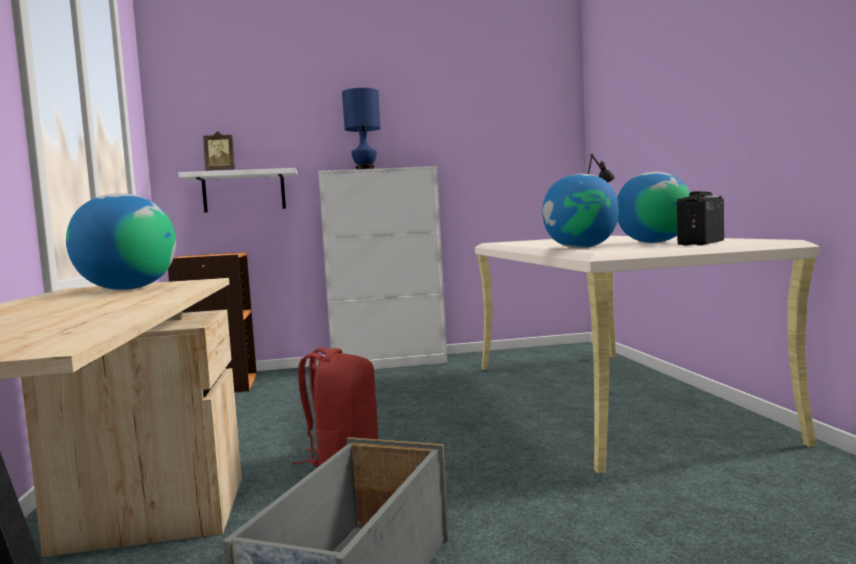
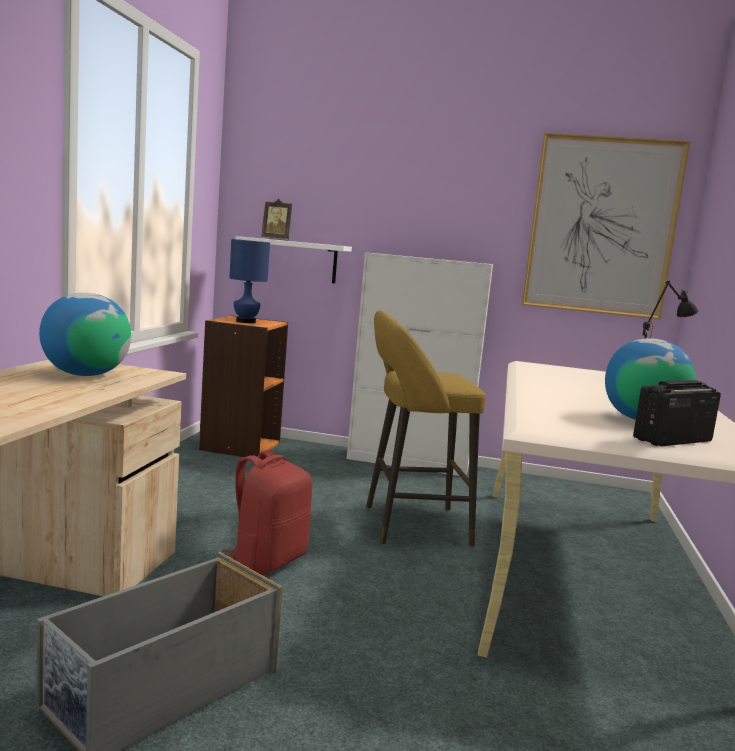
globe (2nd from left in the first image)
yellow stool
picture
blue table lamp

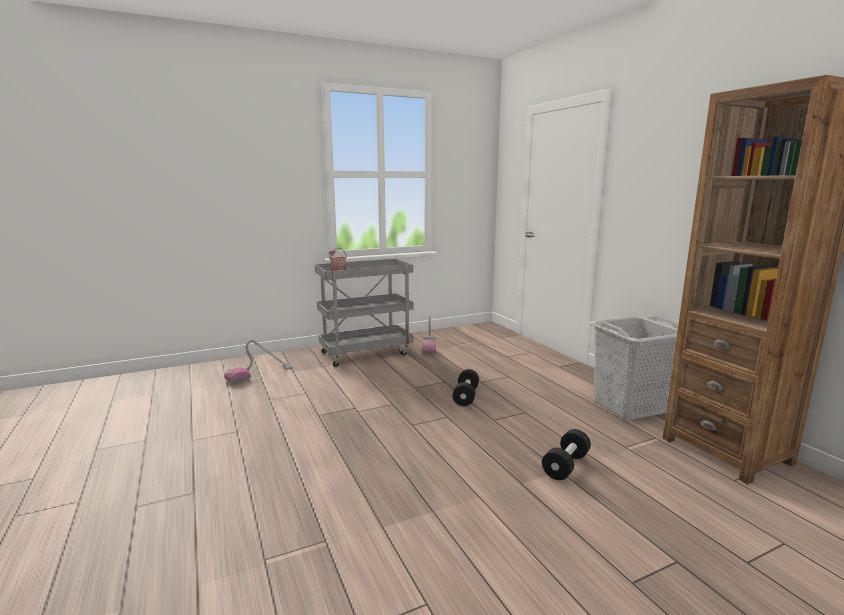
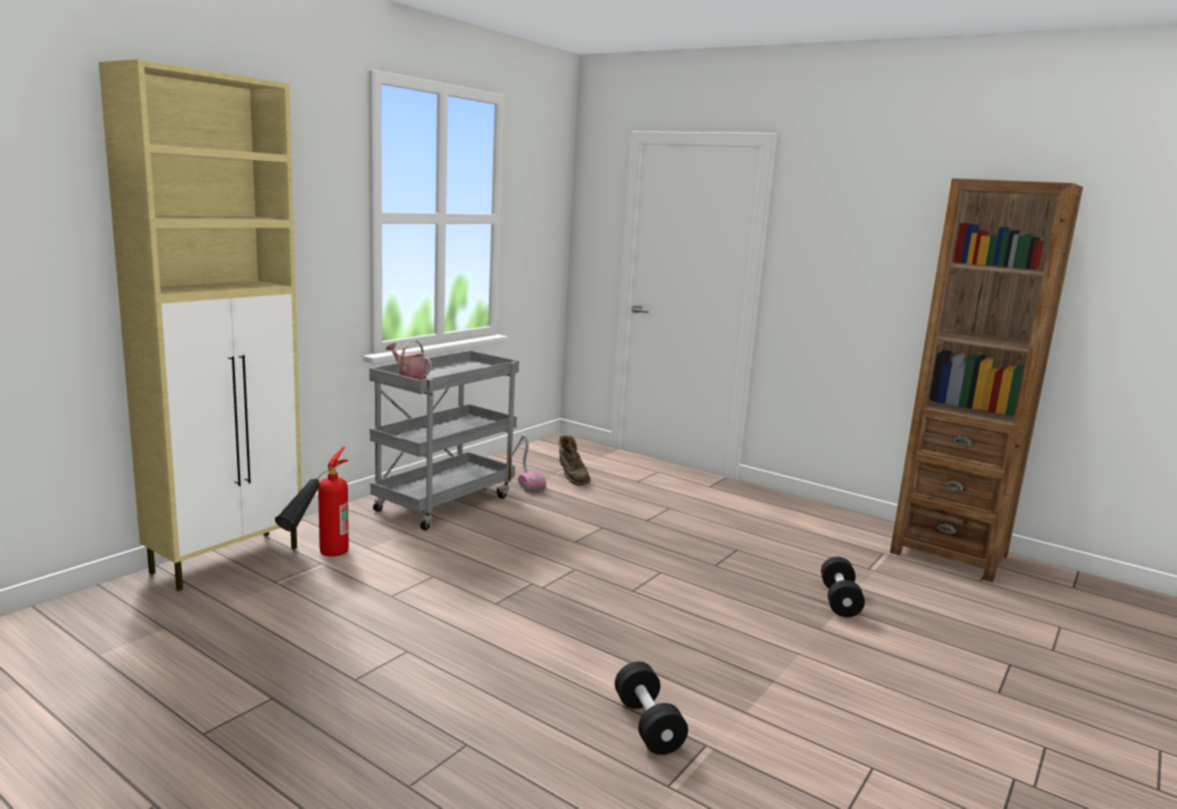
grey laundry basket
beige cabinet
brown boot
black dumbbell (1st from left)
fire extinguisher

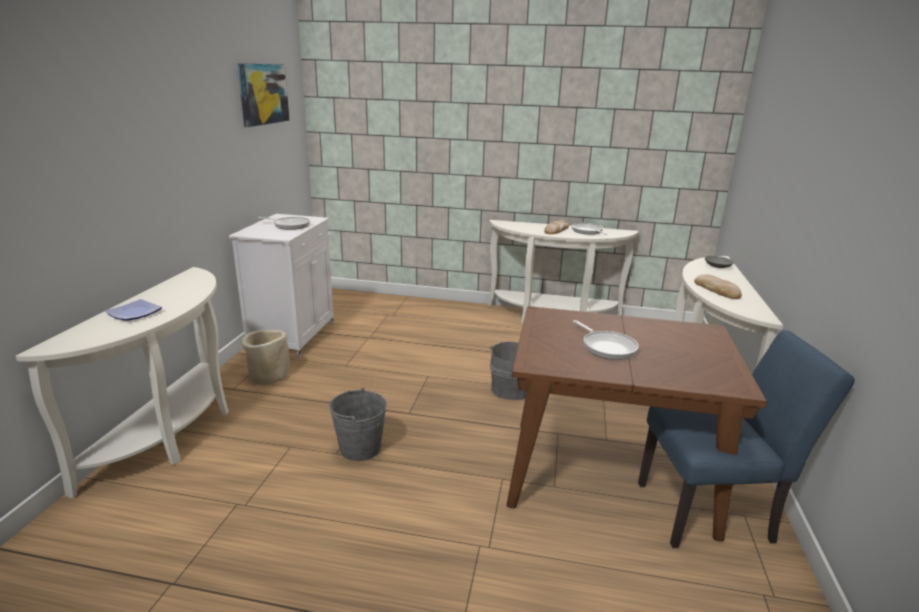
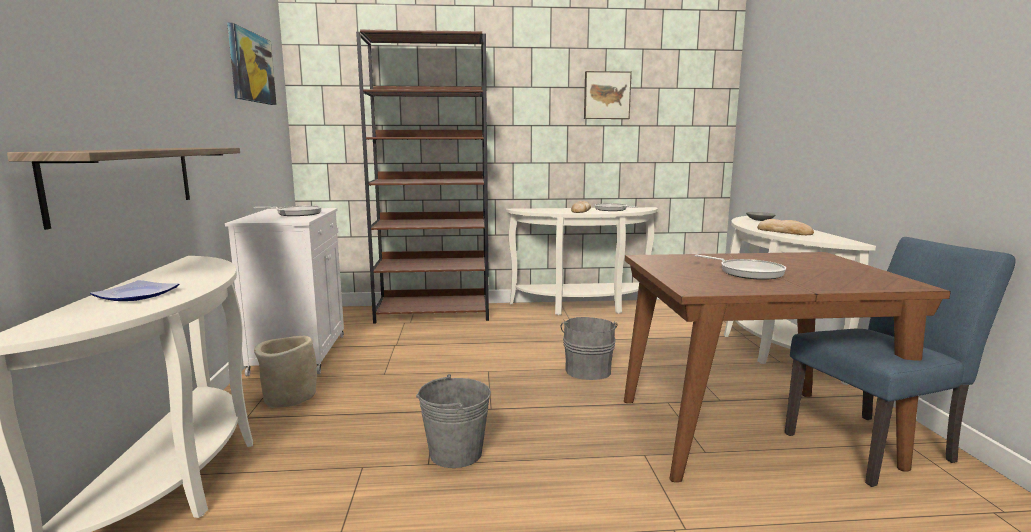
shelf
brown bookcase
picture (2nd from left)

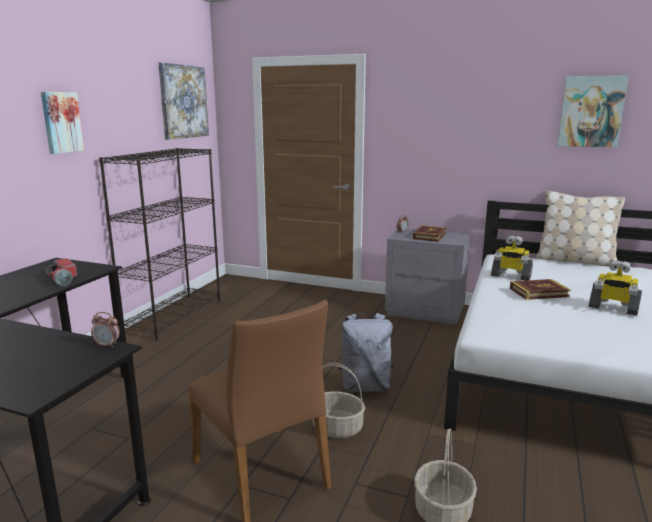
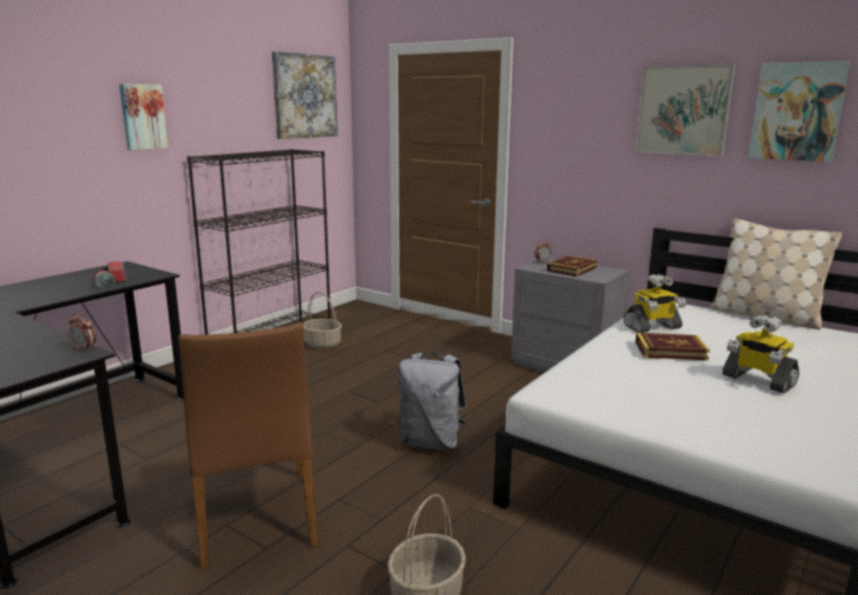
picture (3rd from left)
basket (1st from left)
toy robot (1st from left)

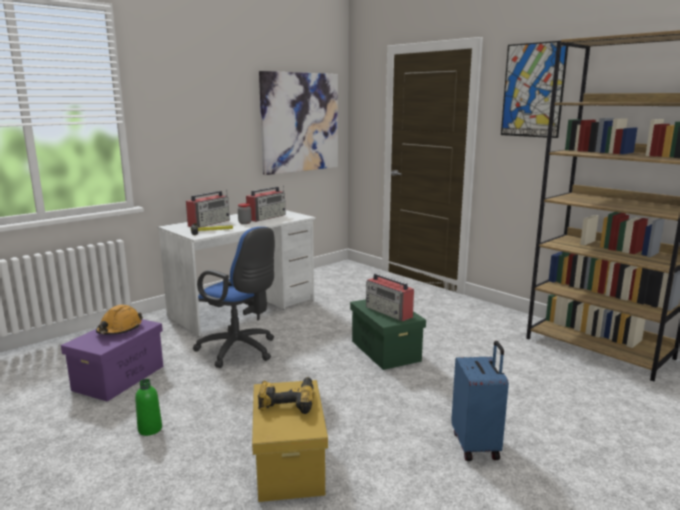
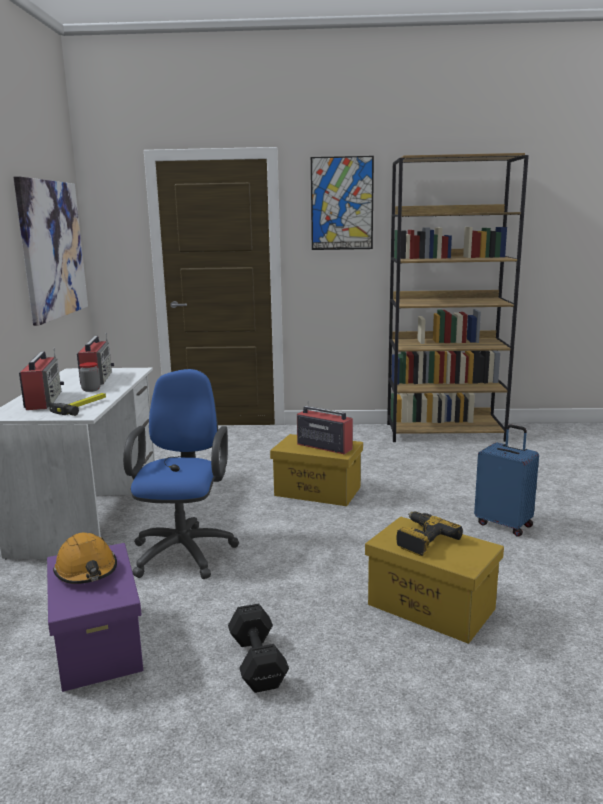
black dumbbell
yellow storage box (1st from left)
blue office chair
radio (3rd from left)

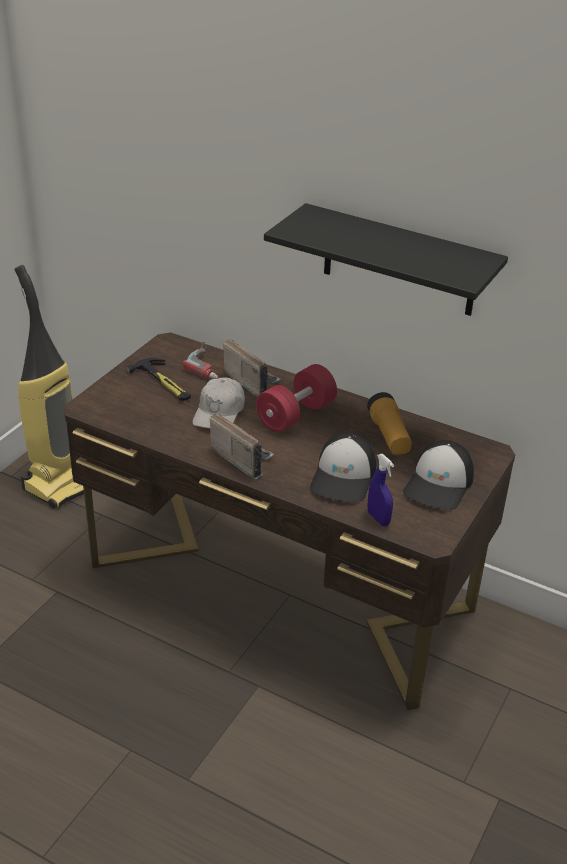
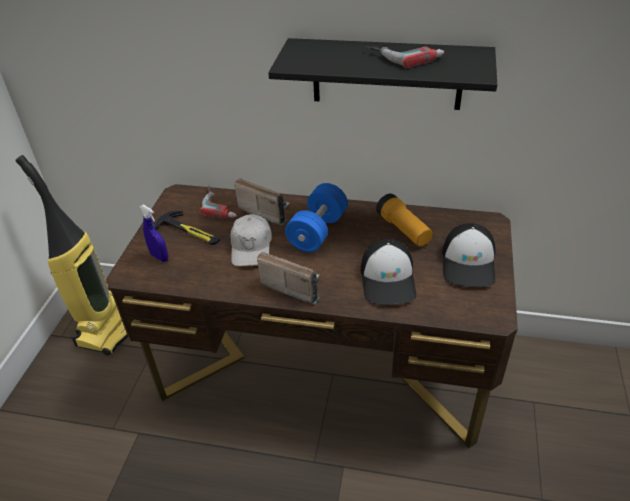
power drill (2nd from left)
blue spray bottle
blue dumbbell

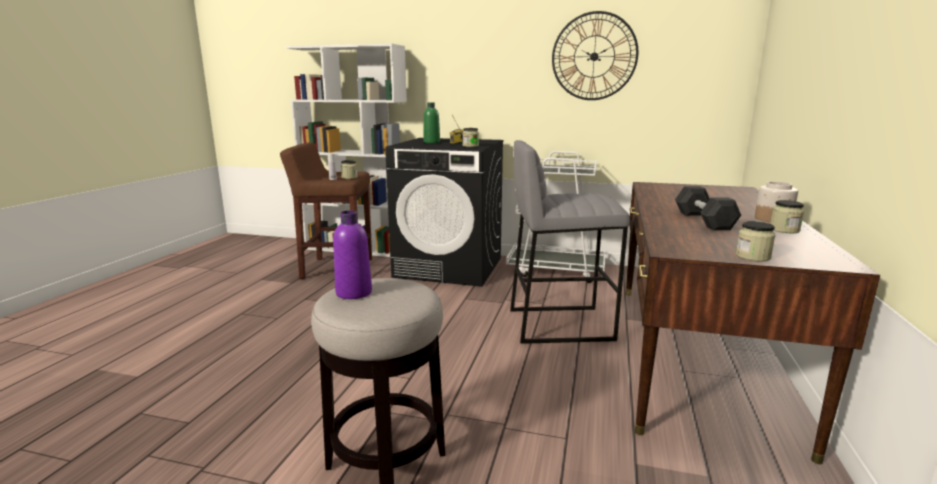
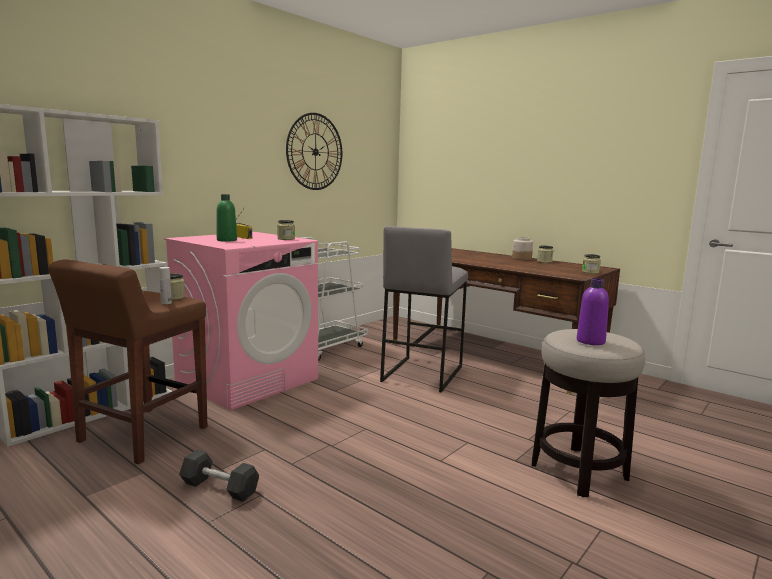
black dumbbell
pink washing machine

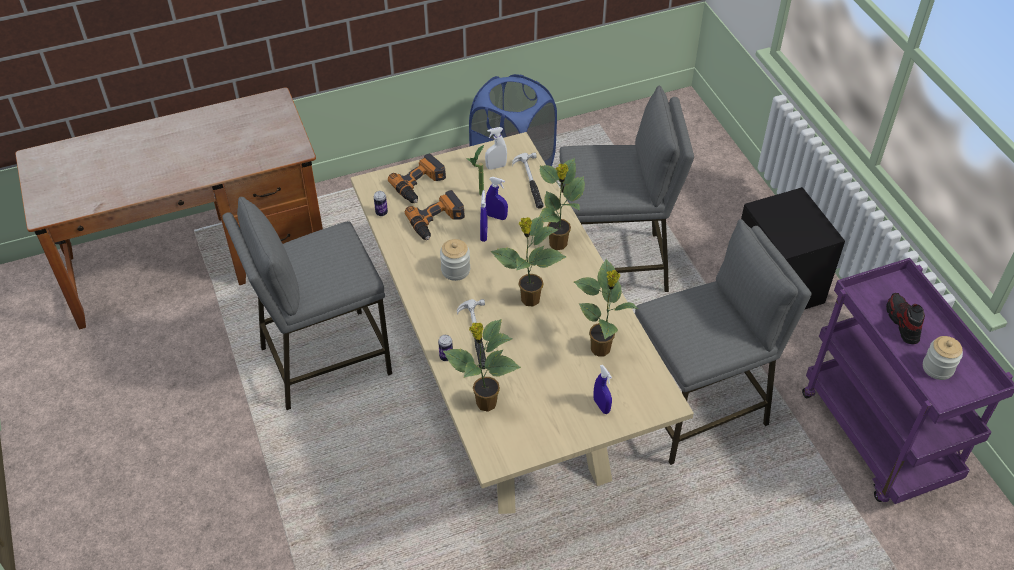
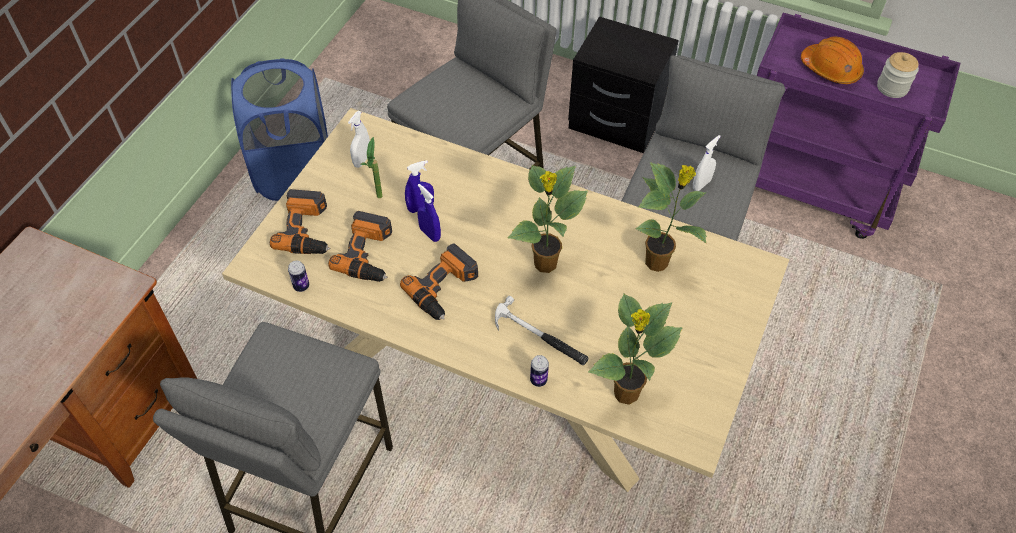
hammer (2nd from left in the first image)
potted plant (4th from left in the first image)
blue spray bottle (3rd from left in the first image)
white spray bottle (2nd from left)
power drill (3rd from left)
orange hard hat

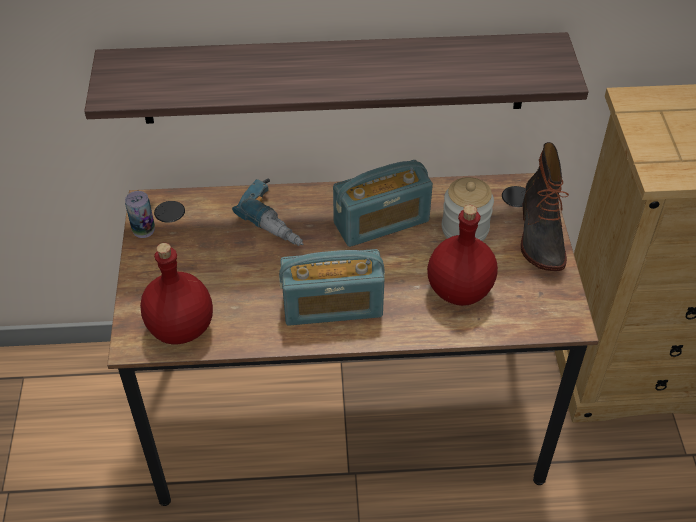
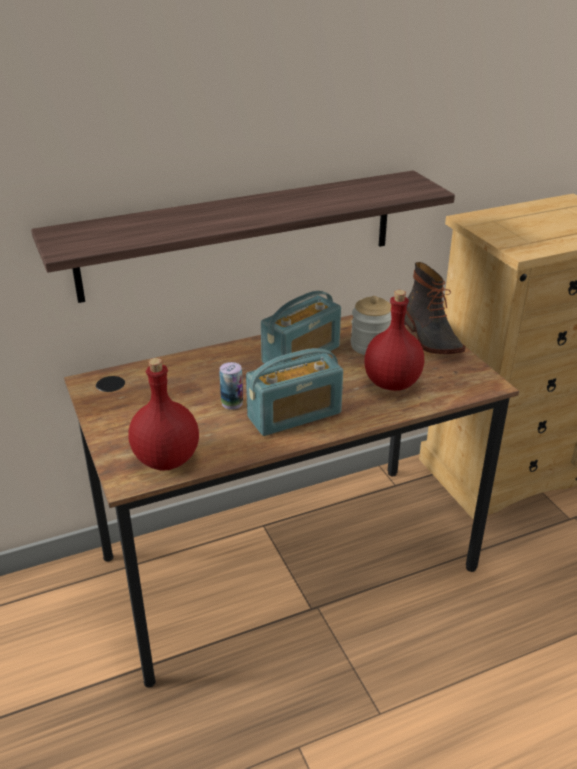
power drill
can

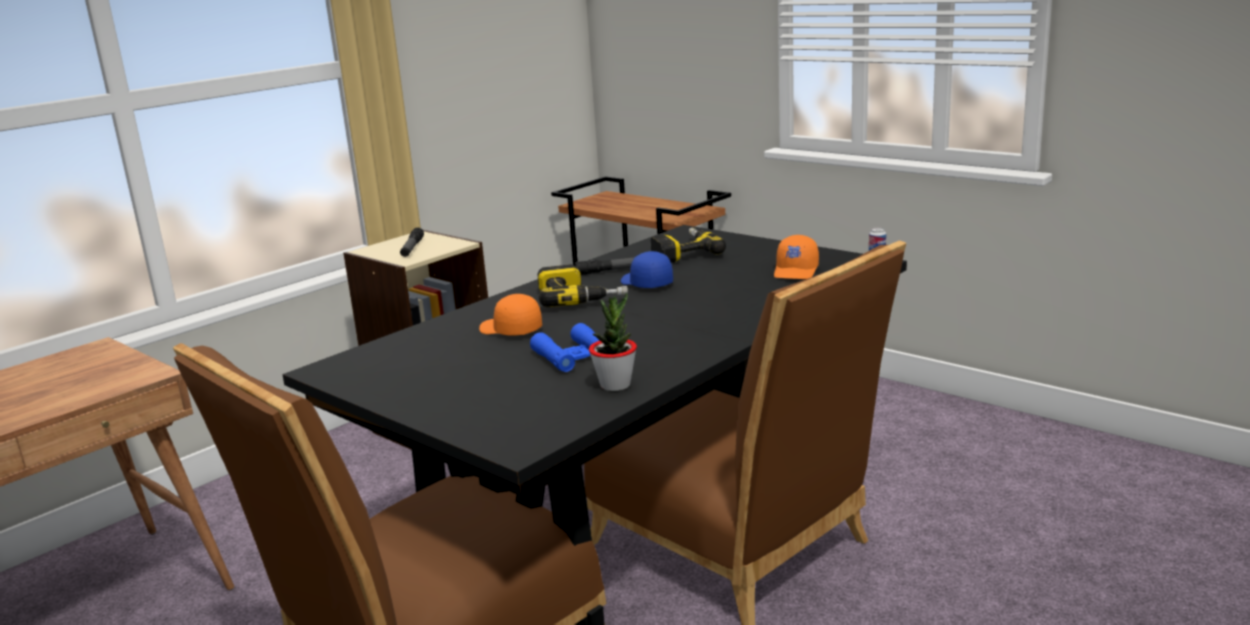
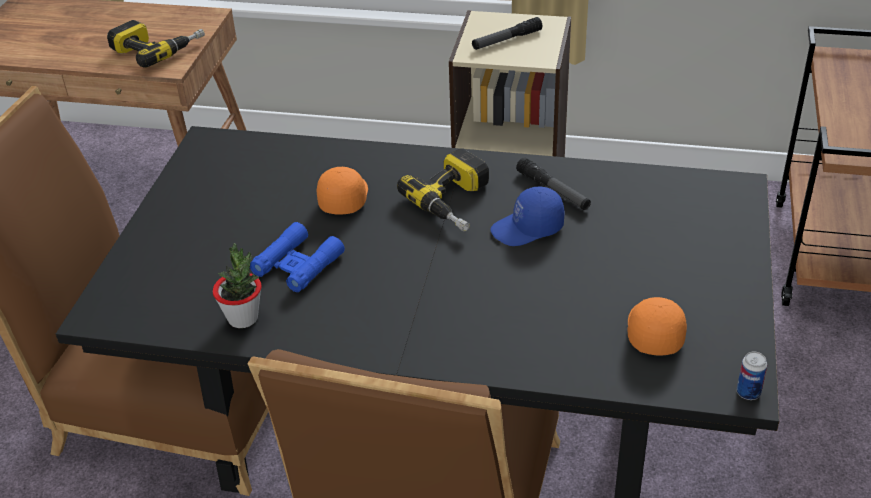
power drill (1st from left)
blue cap
orange cap (2nd from left)

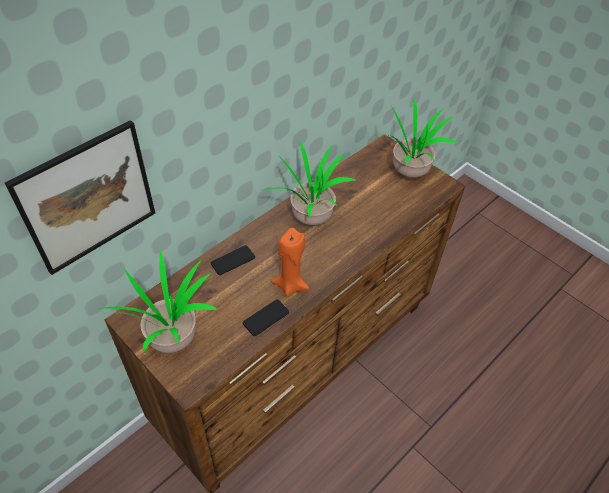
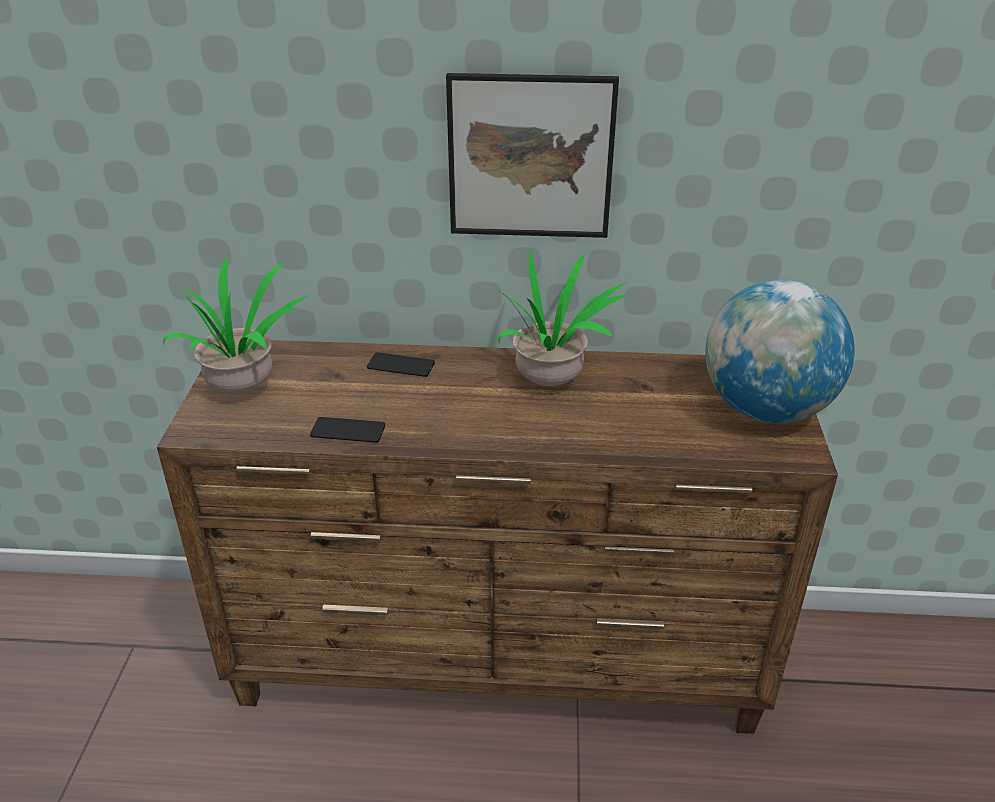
orange candle
picture
globe

